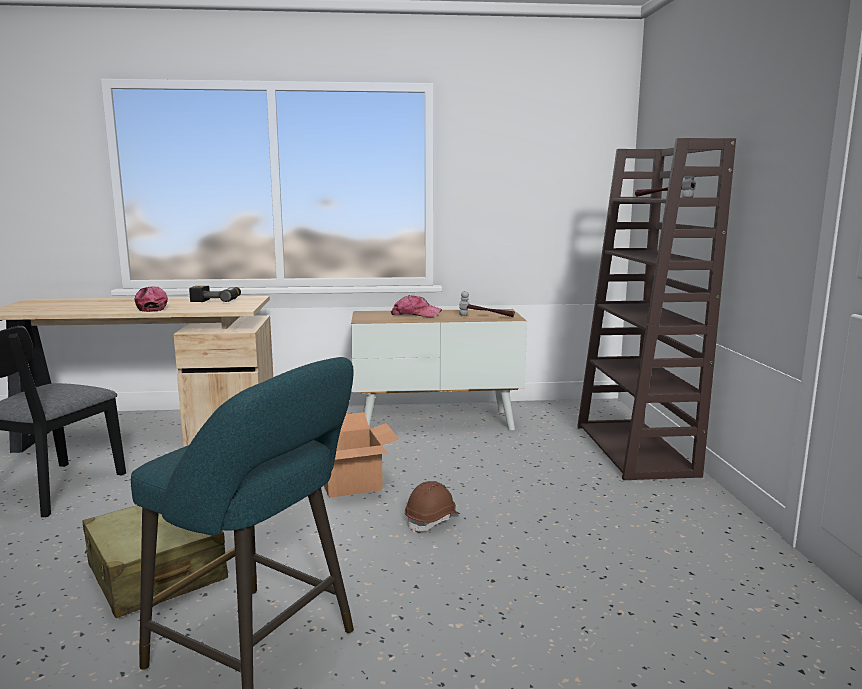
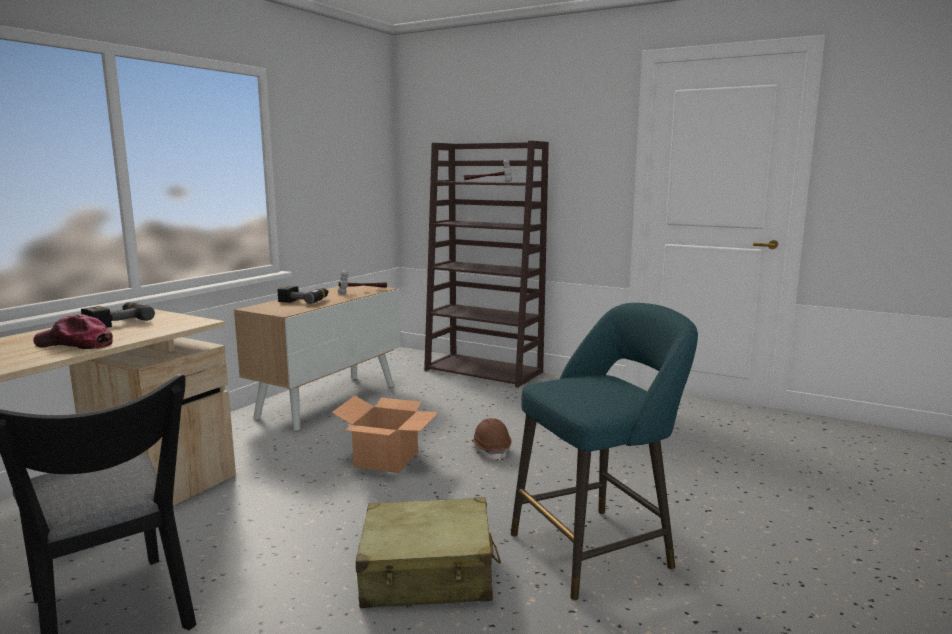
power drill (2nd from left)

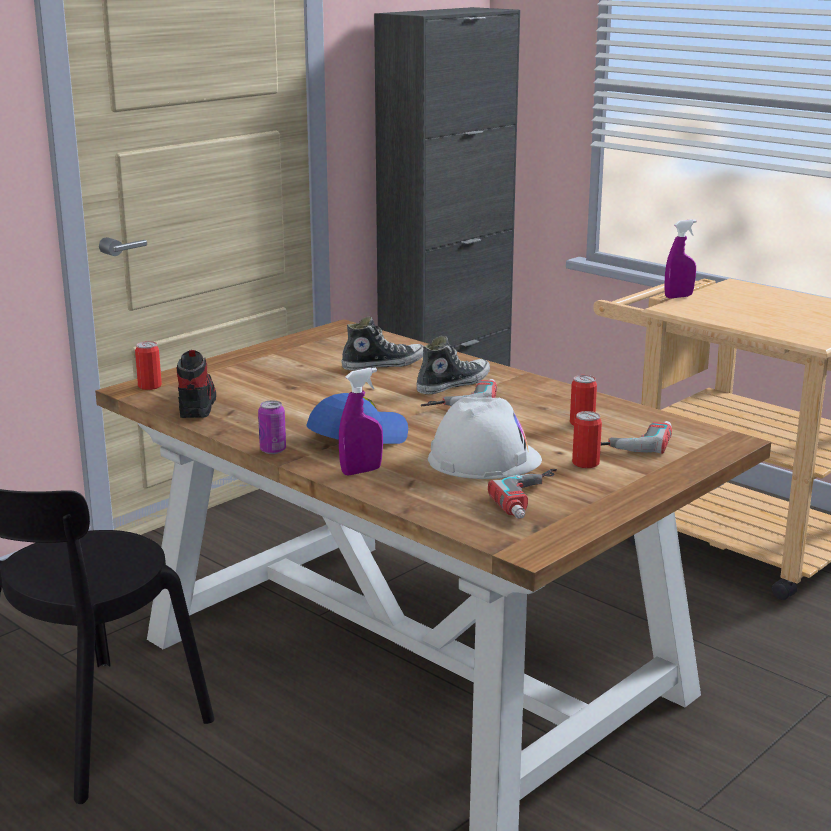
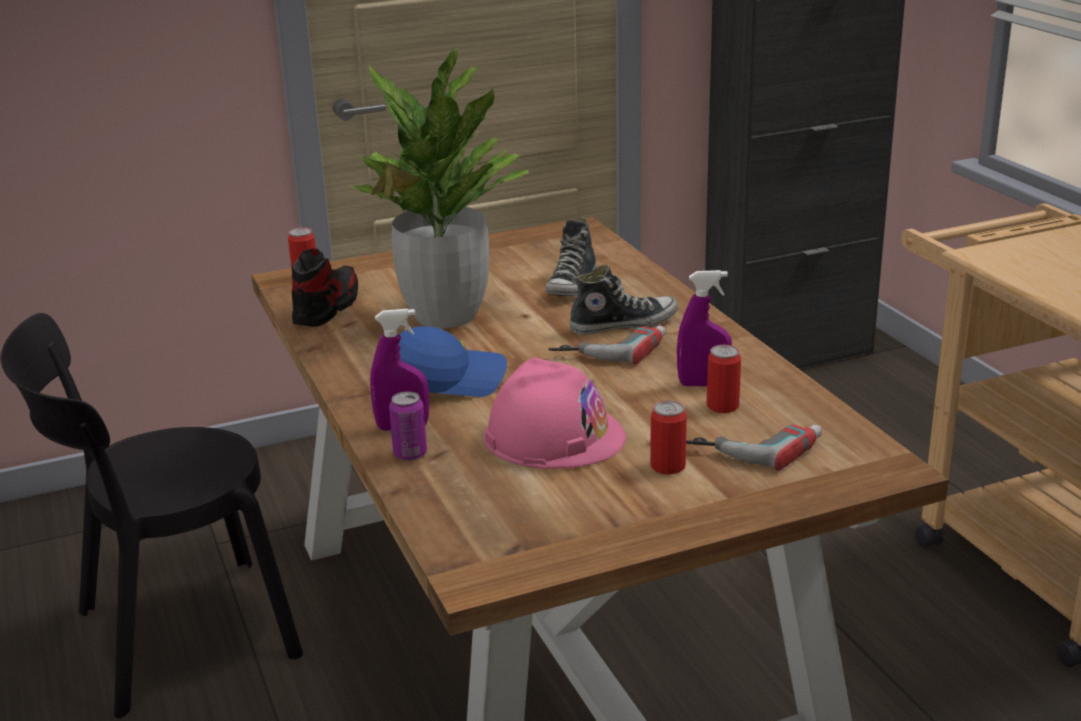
power drill (2nd from left in the first image)
potted plant
can (2nd from left)
purple spray bottle (2nd from left)
pink hard hat
shoe (2nd from left)

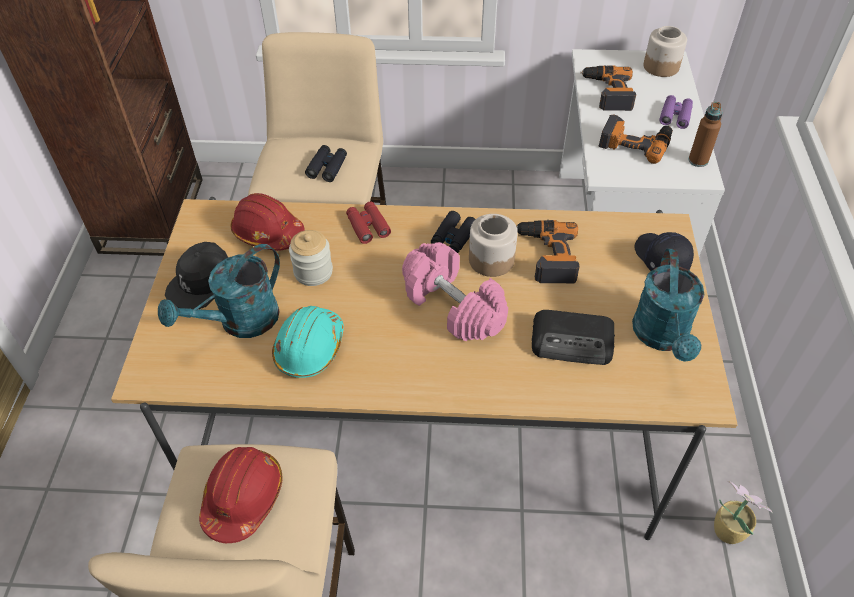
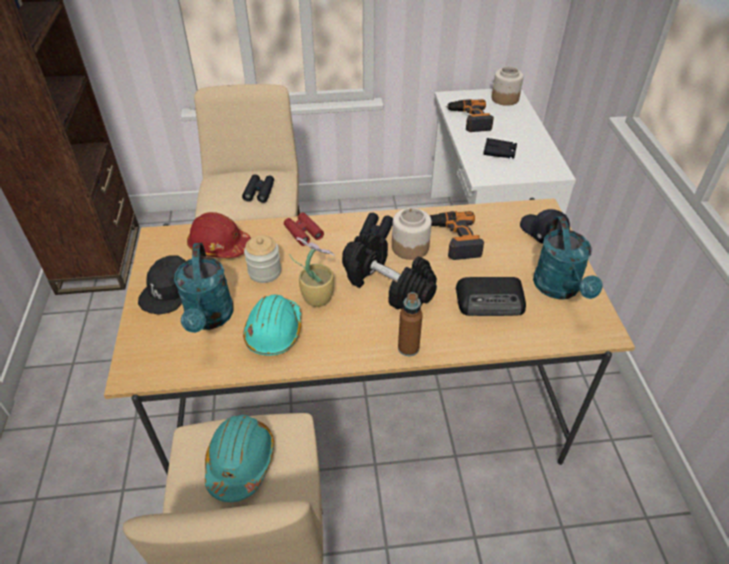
purple binoculars
brown bottle
potted plant
black binoculars (3rd from left)
turquoise hard hat (1st from left)
black dumbbell
turquoise watering can (1st from left)

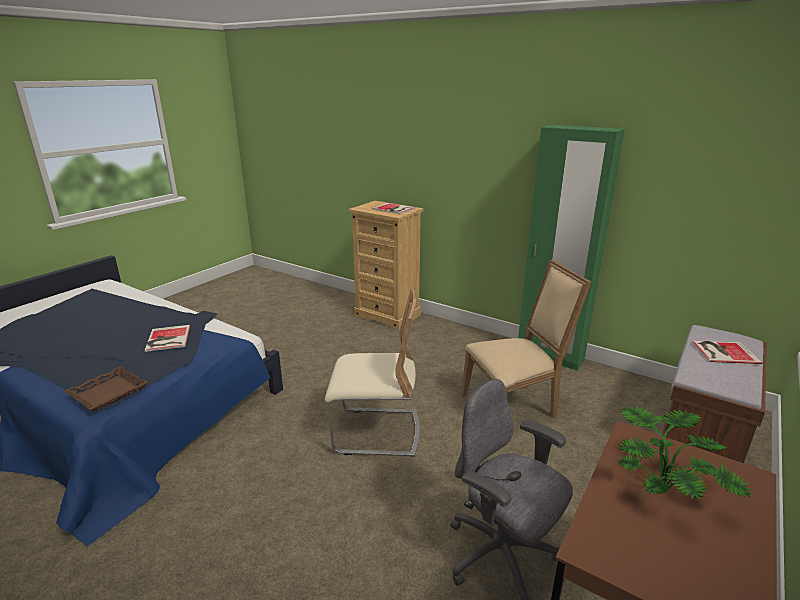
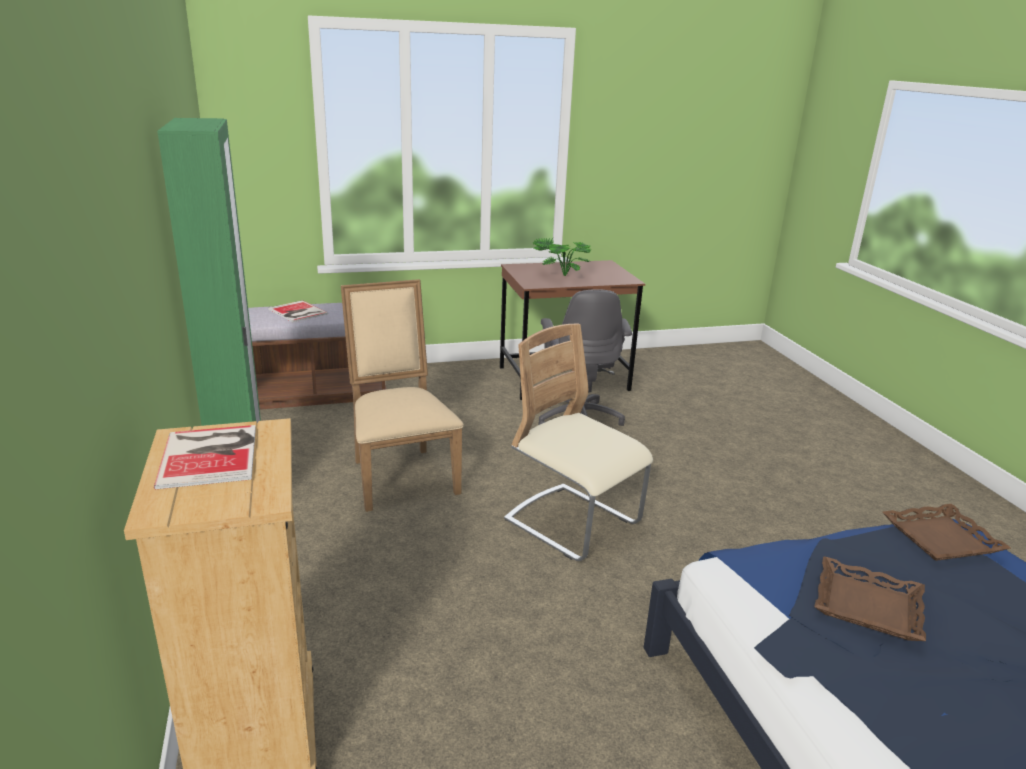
brown tray (1st from left)
beige chair (1st from left)

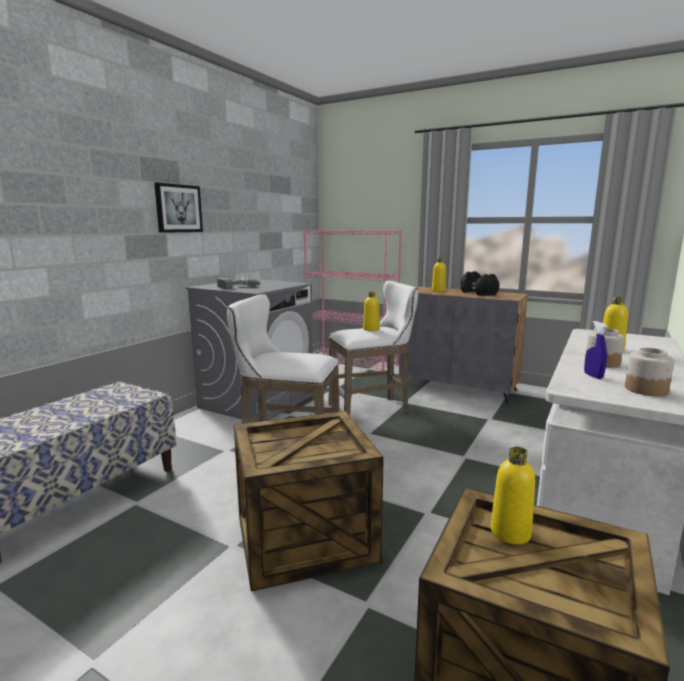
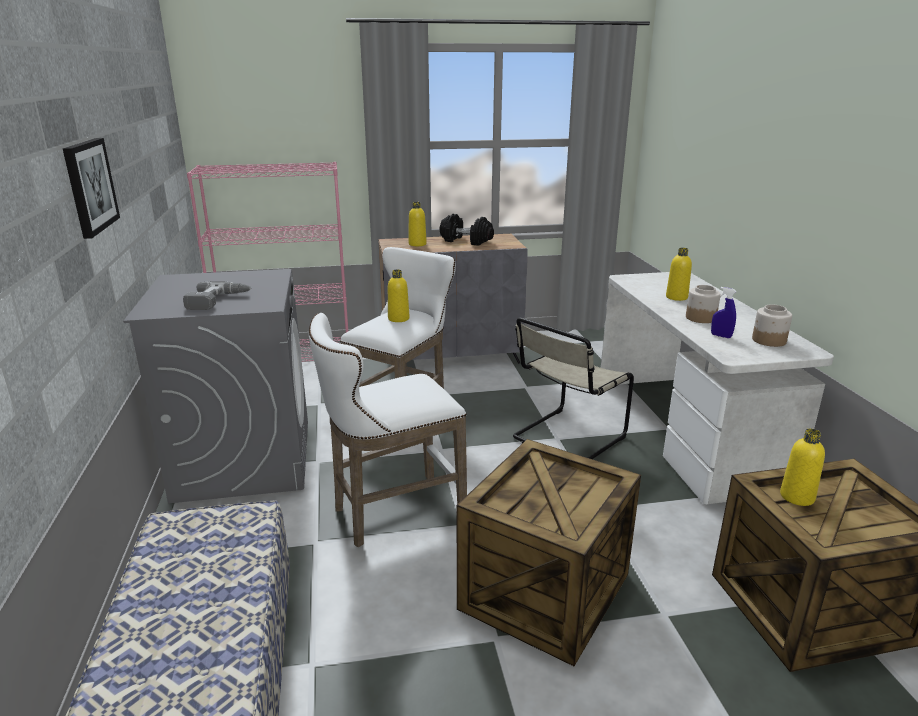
beige chair

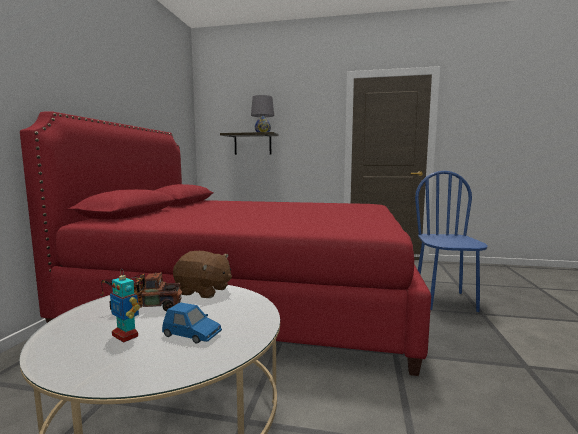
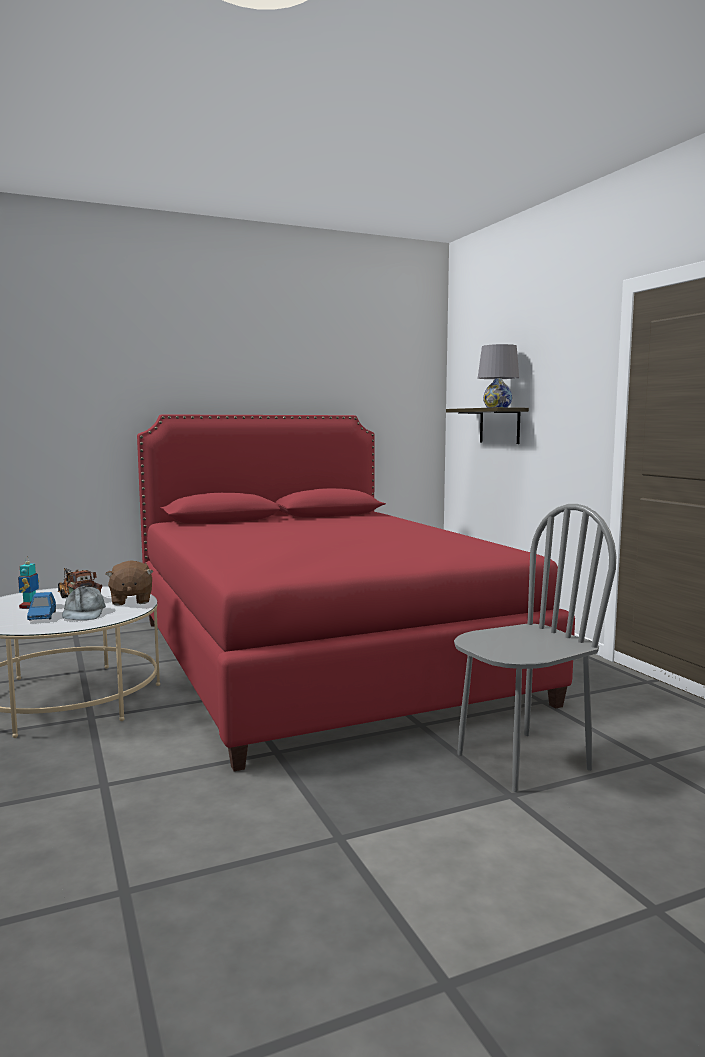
grey cap
grey chair

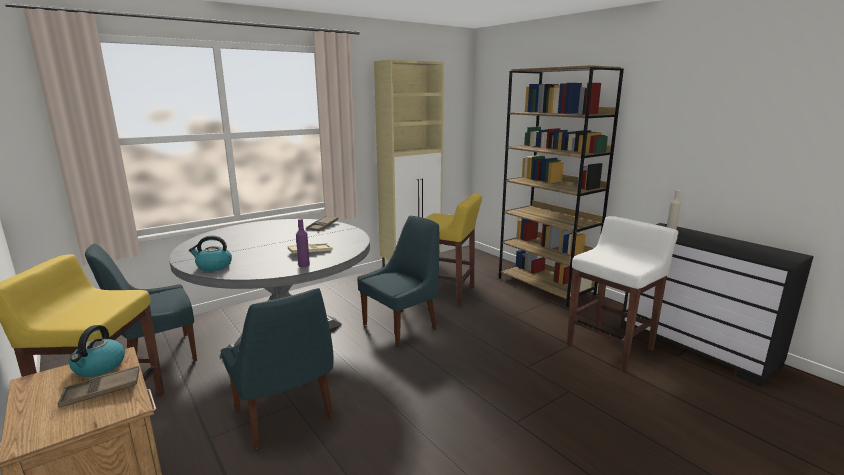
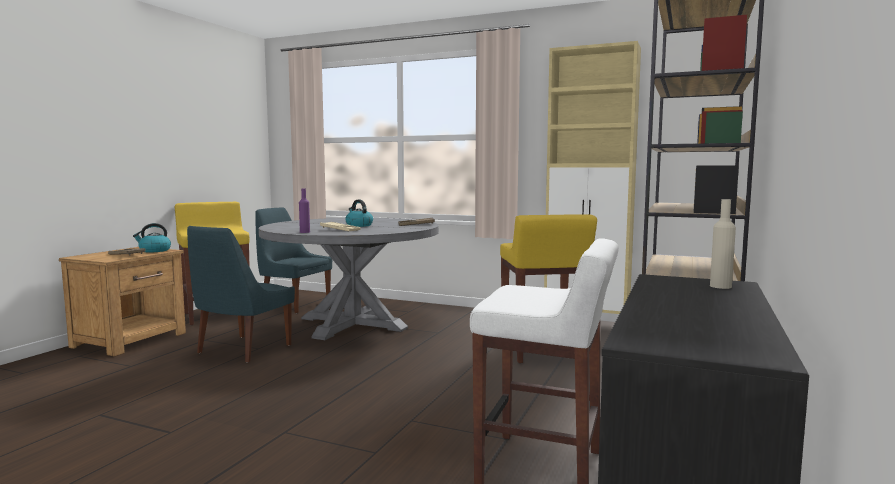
blue chair (3rd from left in the first image)
kettle (2nd from left)

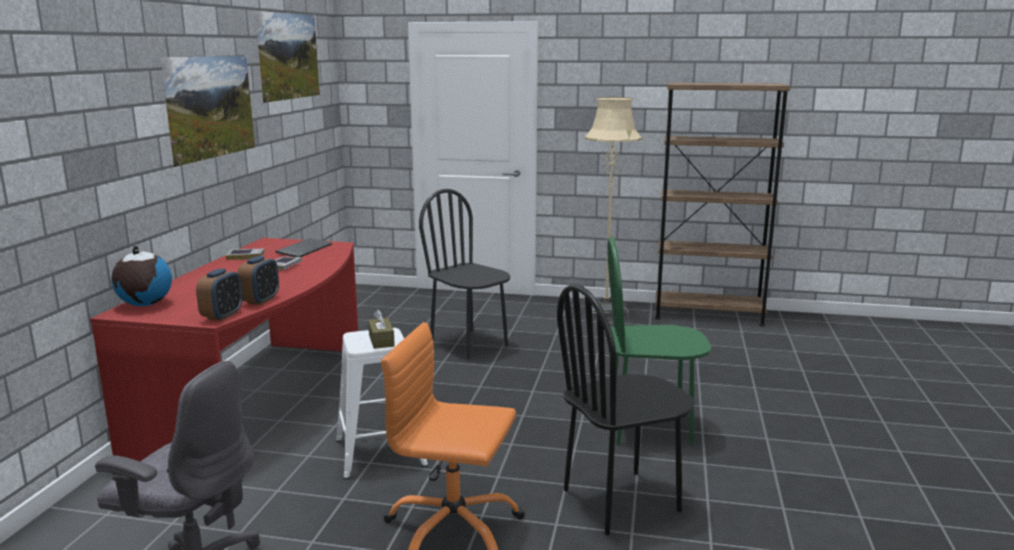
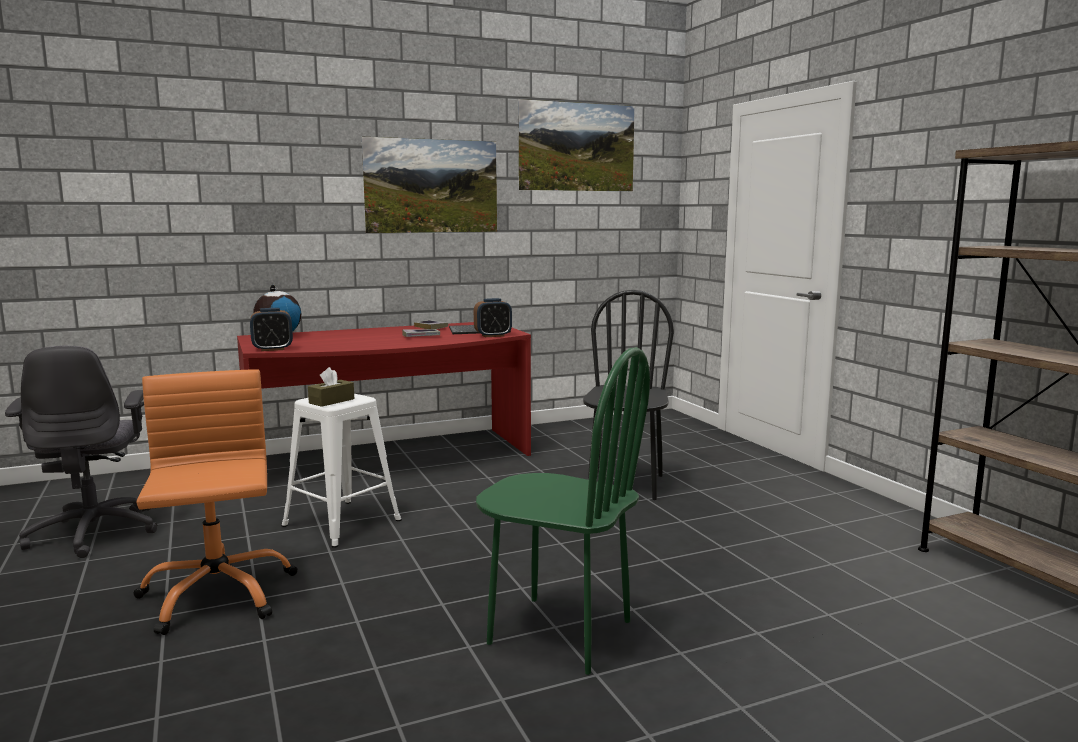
black chair (2nd from left in the first image)
beige floor lamp
alarm clock (2nd from left)
green chair

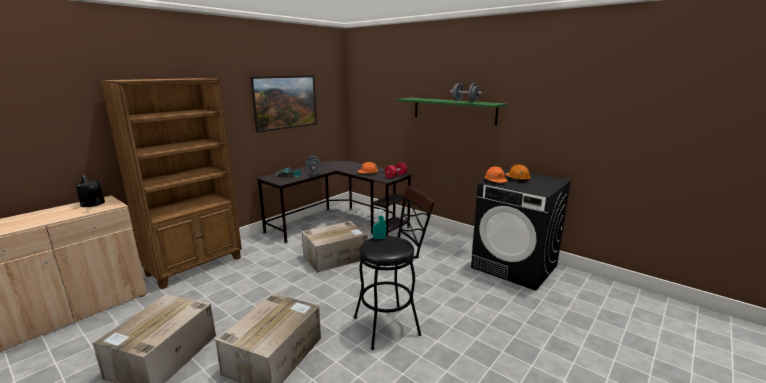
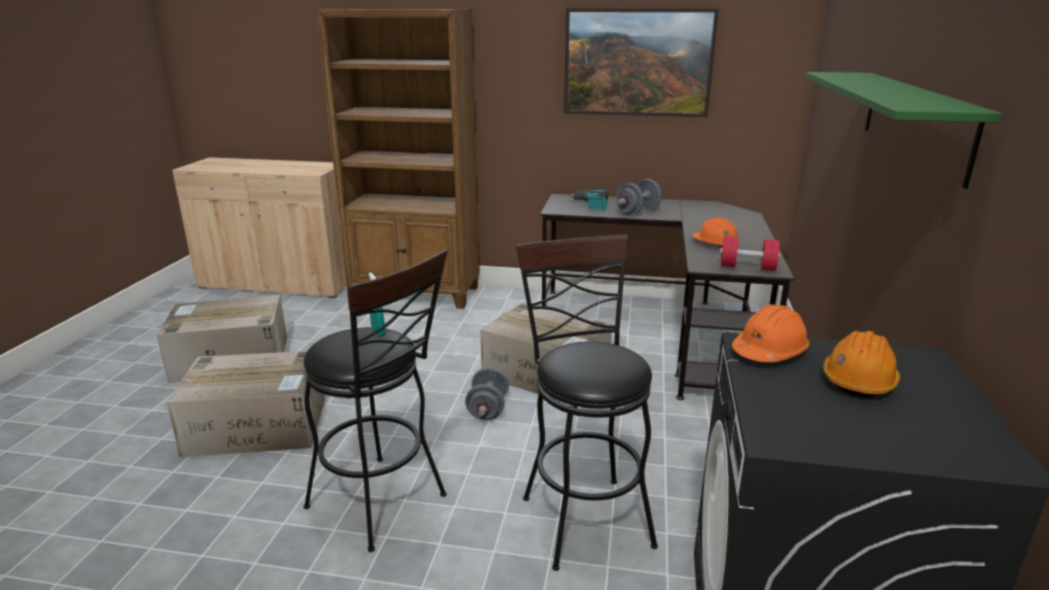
black watering can
black stool (2nd from left)
grey dumbbell (1st from left)

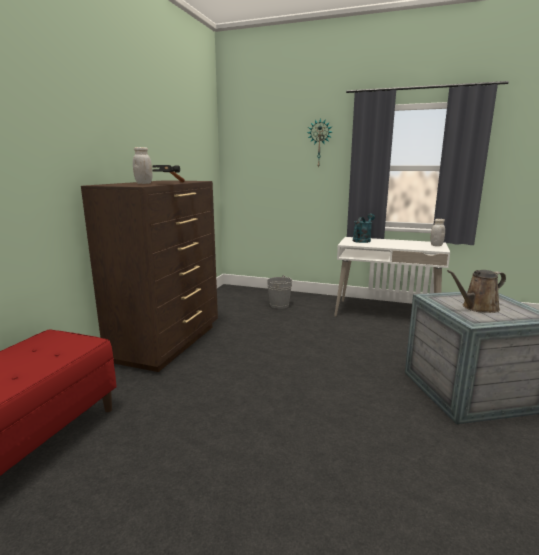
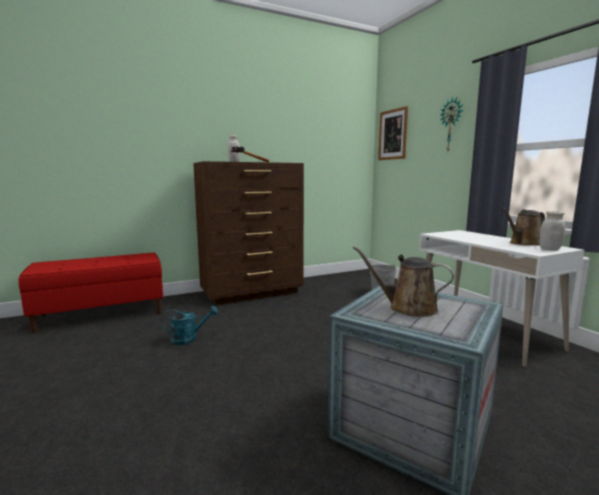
picture
brown watering can (2nd from left)
turquoise watering can

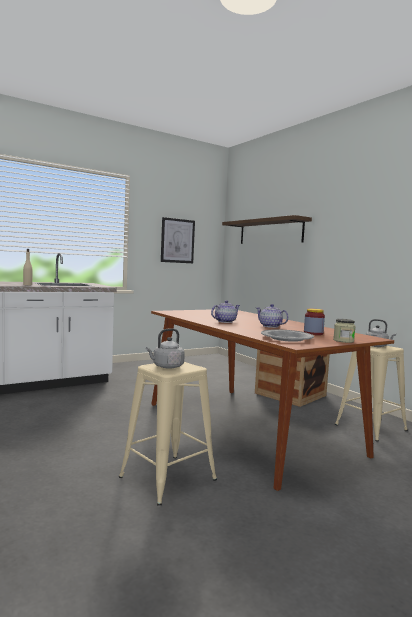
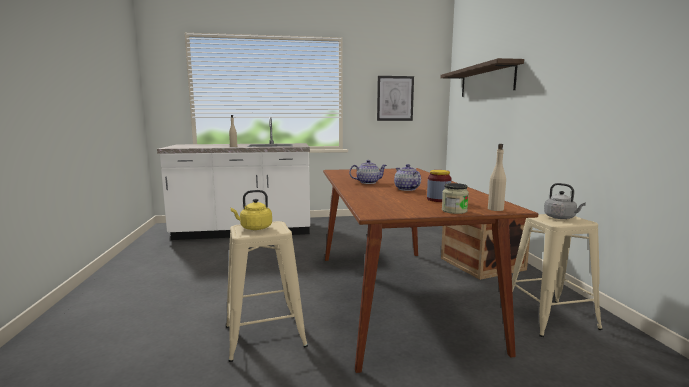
grey plate
beige bottle (2nd from left)
yellow kettle

